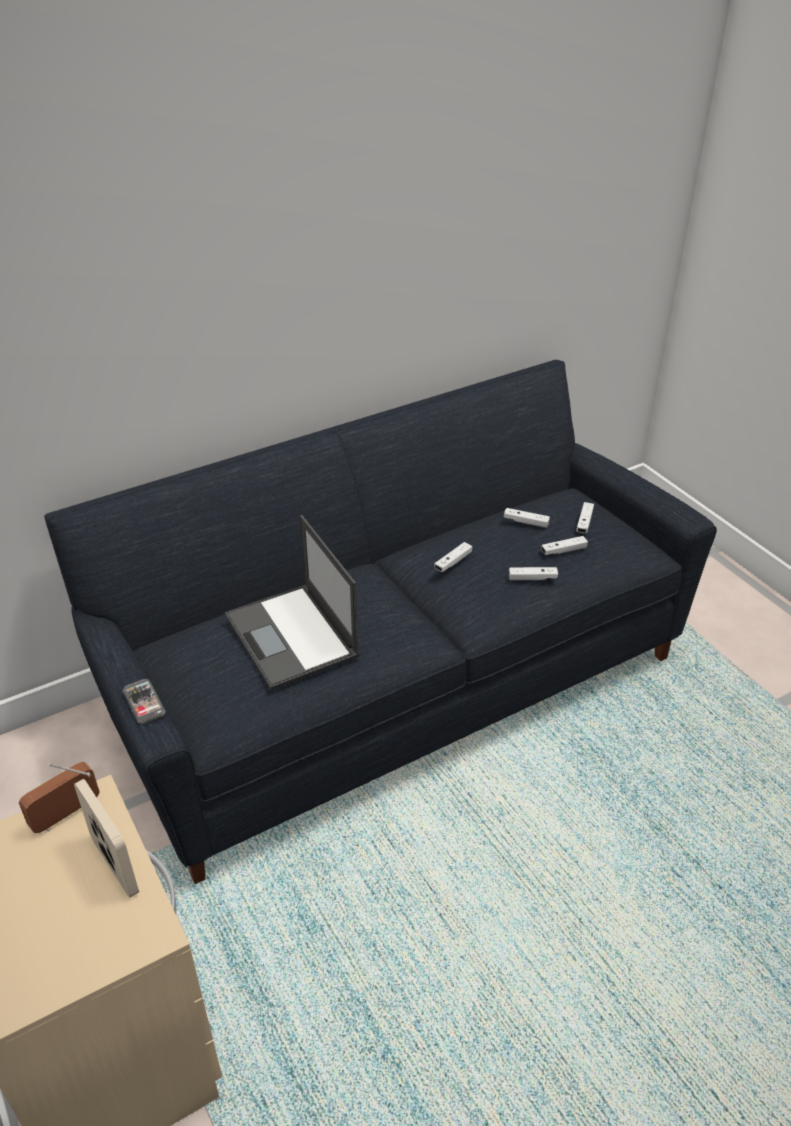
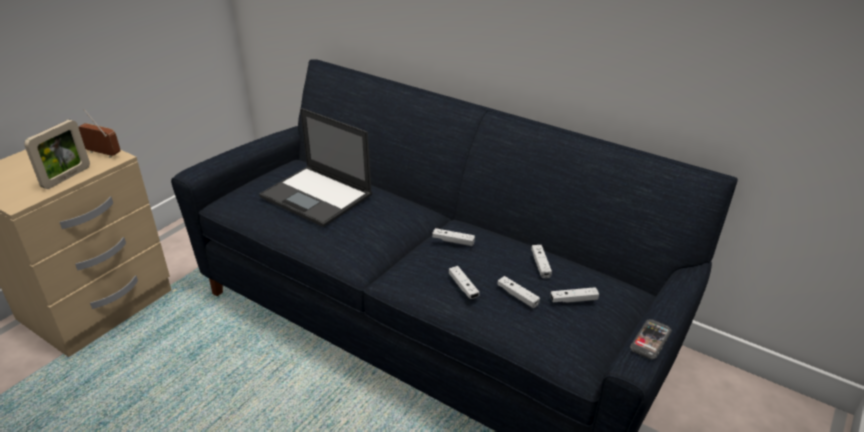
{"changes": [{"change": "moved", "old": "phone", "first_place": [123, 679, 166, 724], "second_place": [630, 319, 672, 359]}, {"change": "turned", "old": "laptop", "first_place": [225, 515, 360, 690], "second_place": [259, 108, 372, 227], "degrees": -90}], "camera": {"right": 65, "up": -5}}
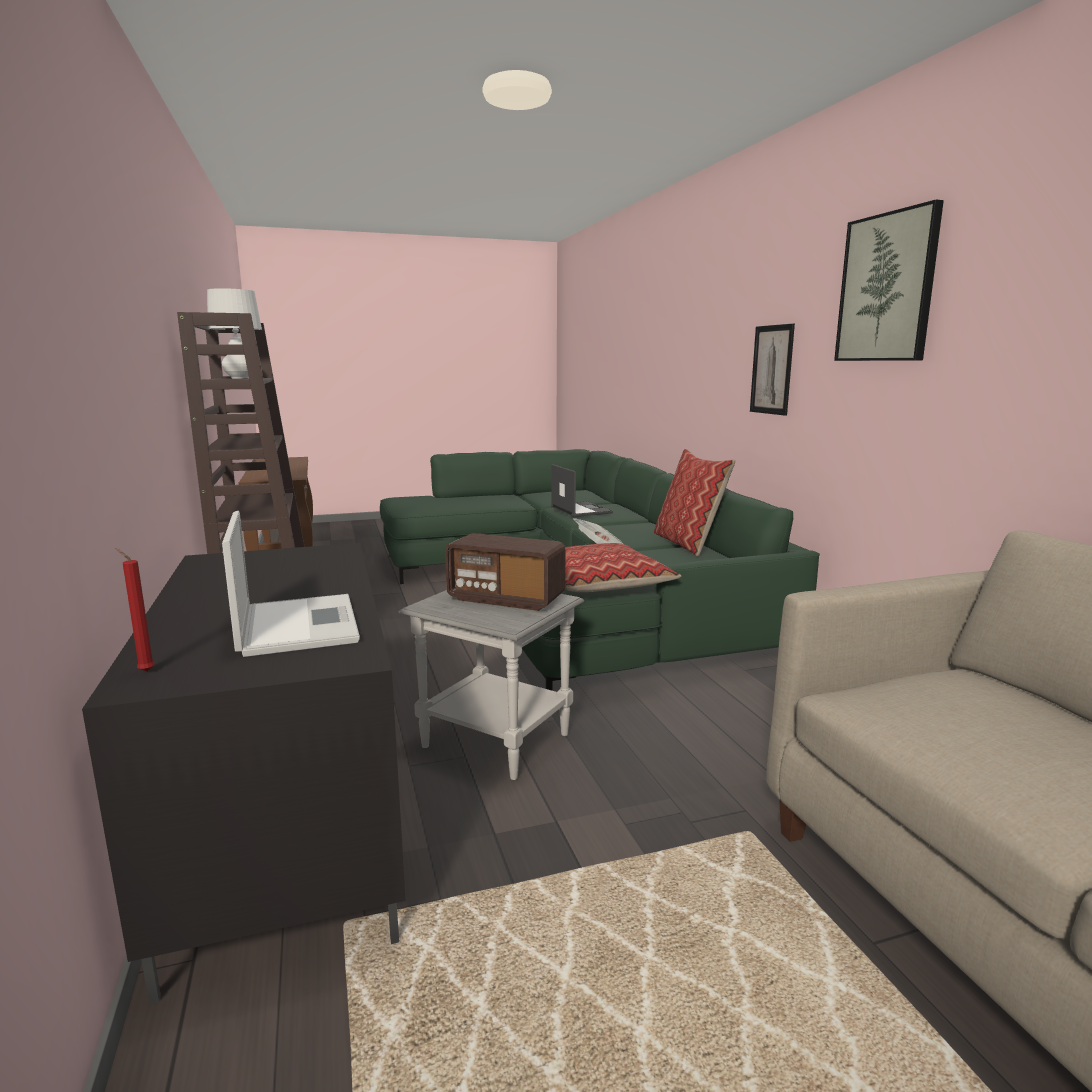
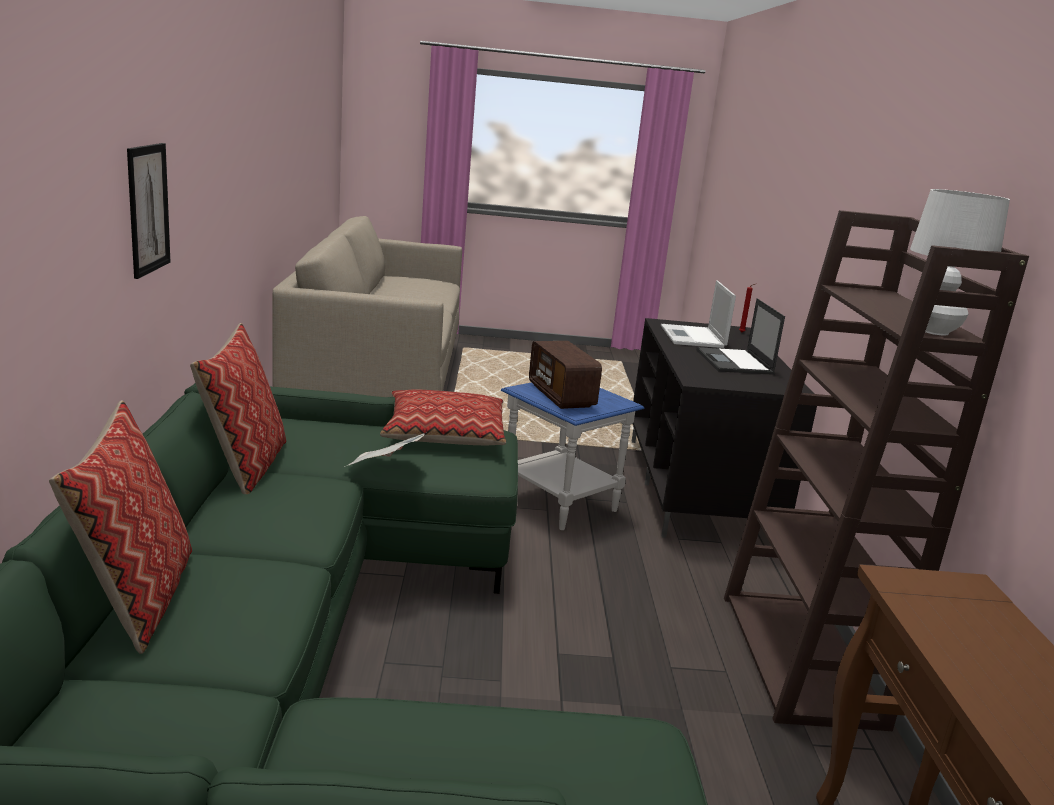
{"changes": [{"change": "removed", "old": "picture", "first_place": [834, 200, 944, 361]}, {"change": "added", "new": "pillow", "second_place": [49, 400, 192, 654]}, {"change": "moved", "old": "laptop", "first_place": [551, 464, 613, 517], "second_place": [696, 298, 785, 375]}, {"change": "recoloured", "old": "side table (grey)", "new": "side table (blue)", "first_place": [399, 590, 584, 780], "second_place": [501, 382, 645, 530]}, {"change": "turned", "old": "radio", "first_place": [445, 533, 566, 611], "second_place": [529, 341, 602, 409], "degrees": -150}], "camera": {"right": -165, "up": 5}}
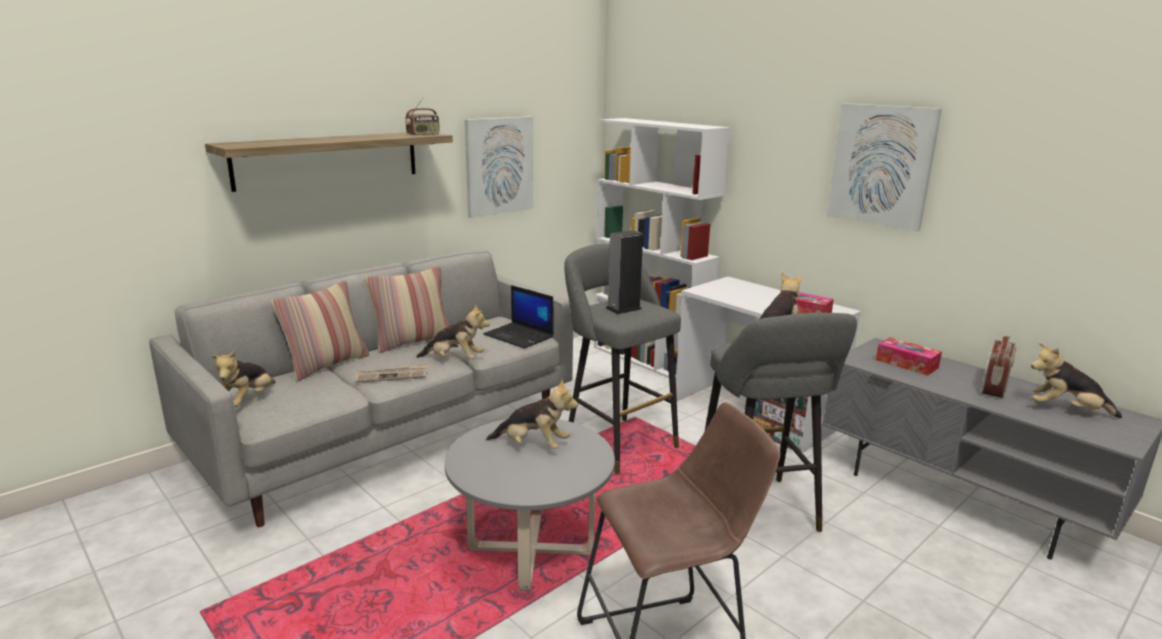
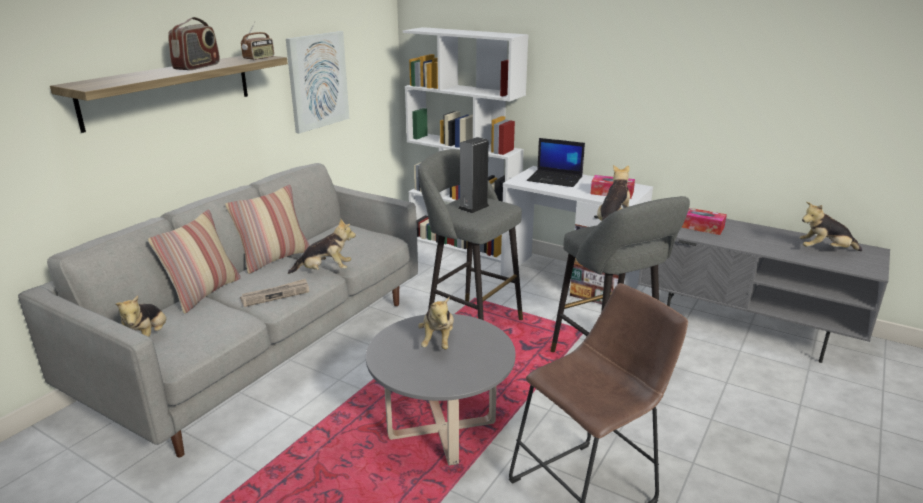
{"changes": [{"change": "removed", "old": "picture", "first_place": [827, 103, 942, 231]}, {"change": "moved", "old": "laptop", "first_place": [483, 285, 554, 348], "second_place": [527, 138, 585, 187]}, {"change": "moved", "old": "radio", "first_place": [982, 336, 1016, 398], "second_place": [168, 17, 220, 70]}, {"change": "turned", "old": "plush toy", "first_place": [486, 379, 578, 449], "second_place": [418, 297, 454, 350], "degrees": 90}], "camera": {"right": -15, "up": 5}}
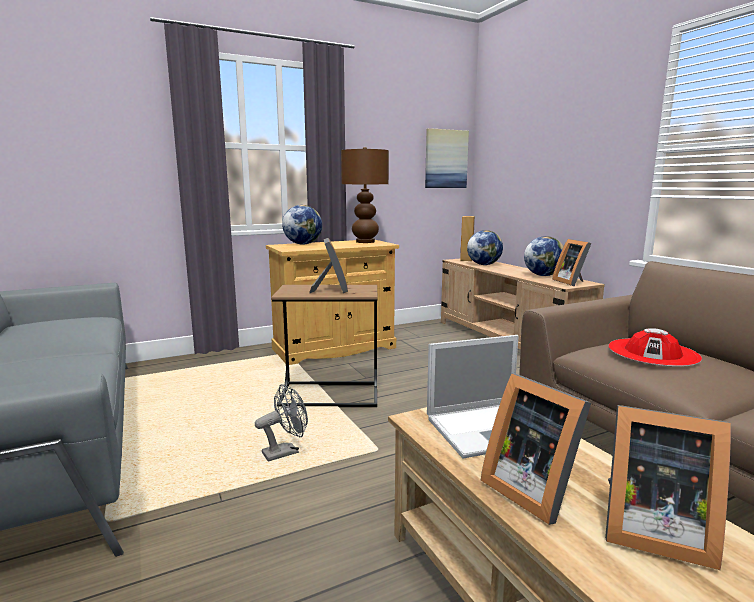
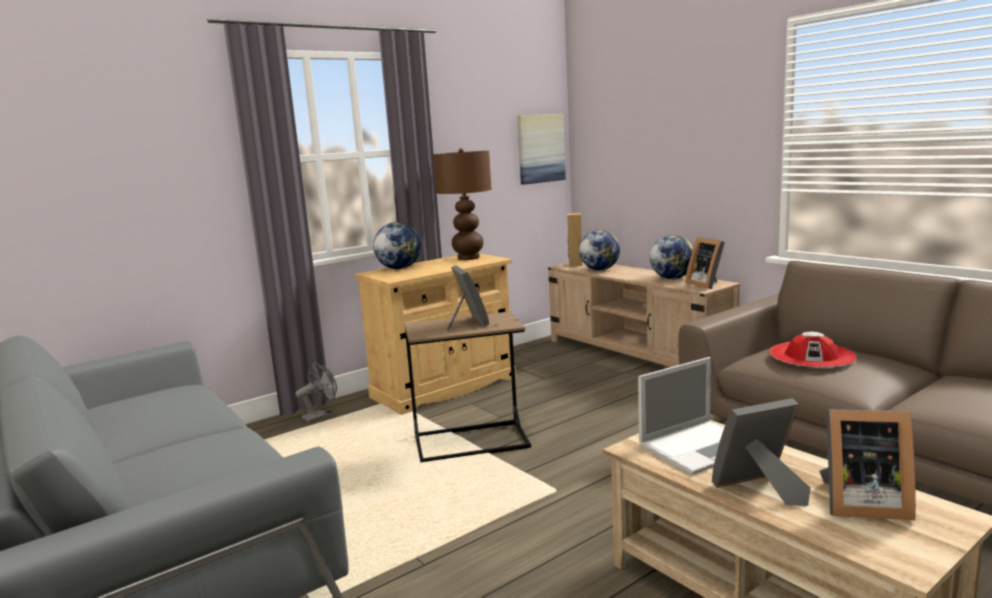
{"changes": [{"change": "moved", "old": "fan (grey)", "first_place": [255, 384, 308, 462], "second_place": [295, 362, 337, 423]}, {"change": "turned", "old": "picture frame", "first_place": [481, 373, 591, 525], "second_place": [712, 398, 811, 506], "degrees": 120}], "camera": {"right": -10, "up": 0}}
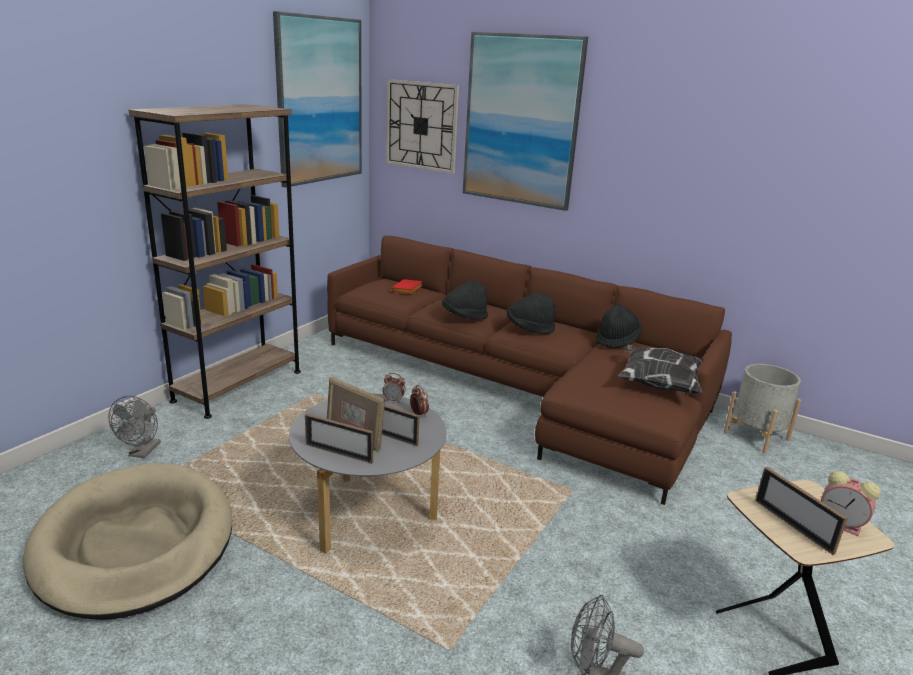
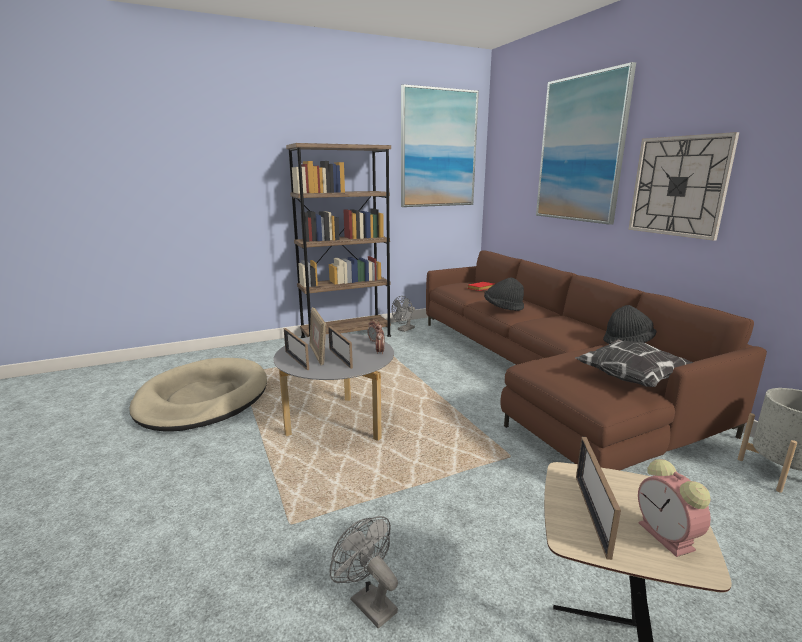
{"changes": [{"change": "removed", "old": "hat (black)", "first_place": [507, 292, 555, 334]}, {"change": "moved", "old": "fan (grey)", "first_place": [108, 396, 161, 458], "second_place": [392, 296, 415, 332]}, {"change": "moved", "old": "wall clock", "first_place": [386, 79, 459, 174], "second_place": [628, 132, 739, 241]}], "camera": {"right": 35, "up": -5}}
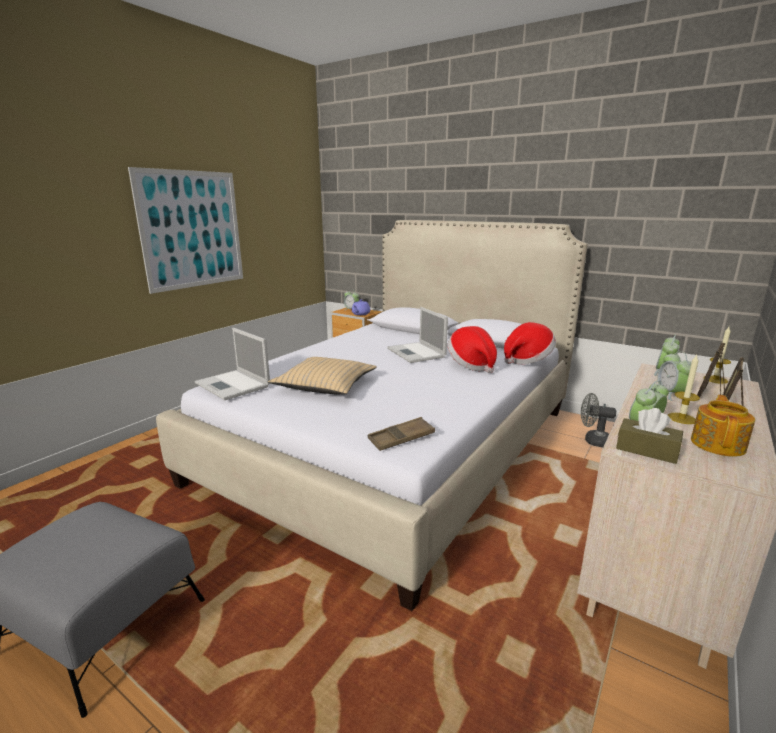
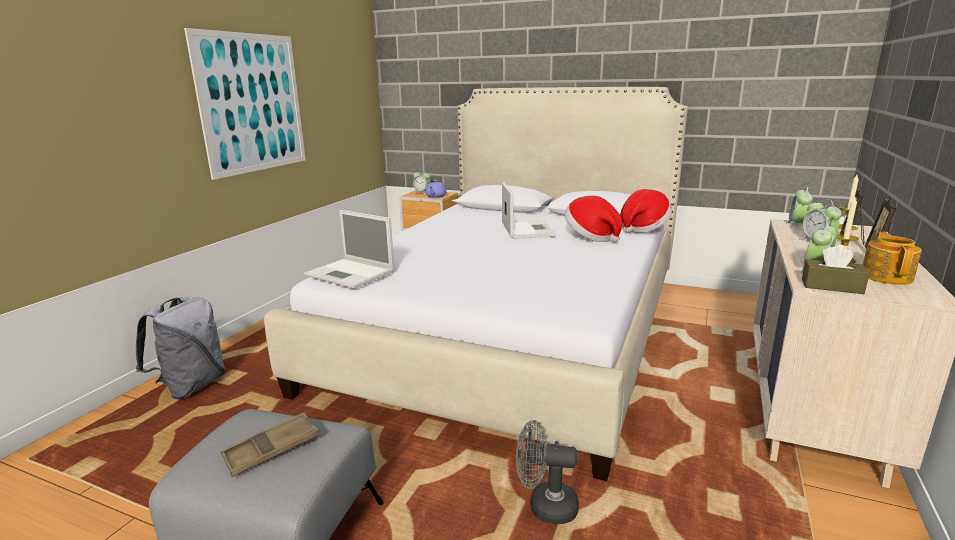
{"changes": [{"change": "removed", "old": "pillow (beige)", "first_place": [268, 357, 377, 395]}, {"change": "added", "new": "backpack (grey)", "second_place": [136, 297, 226, 399]}, {"change": "moved", "old": "tray (brown)", "first_place": [368, 417, 435, 451], "second_place": [221, 412, 319, 477]}, {"change": "moved", "old": "fan (grey)", "first_place": [581, 393, 616, 447], "second_place": [516, 420, 579, 524]}, {"change": "turned", "old": "laptop", "first_place": [387, 307, 448, 363], "second_place": [502, 182, 556, 239], "degrees": -150}], "camera": {"right": -10, "up": 0}}
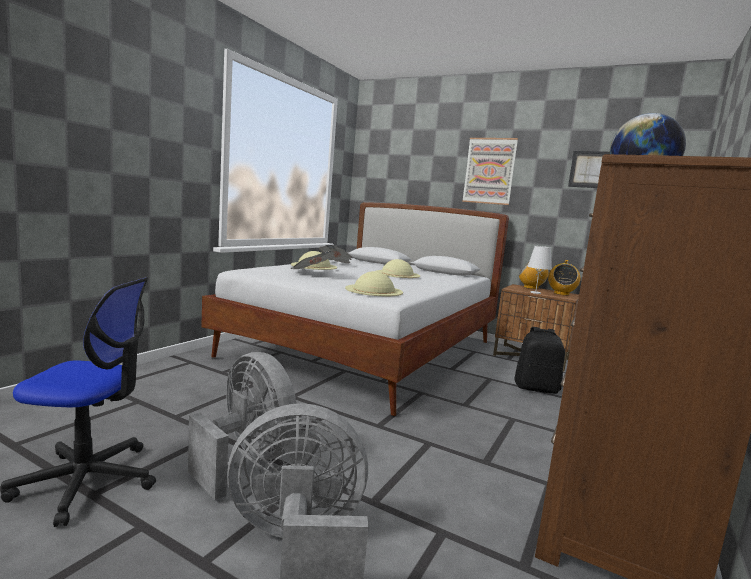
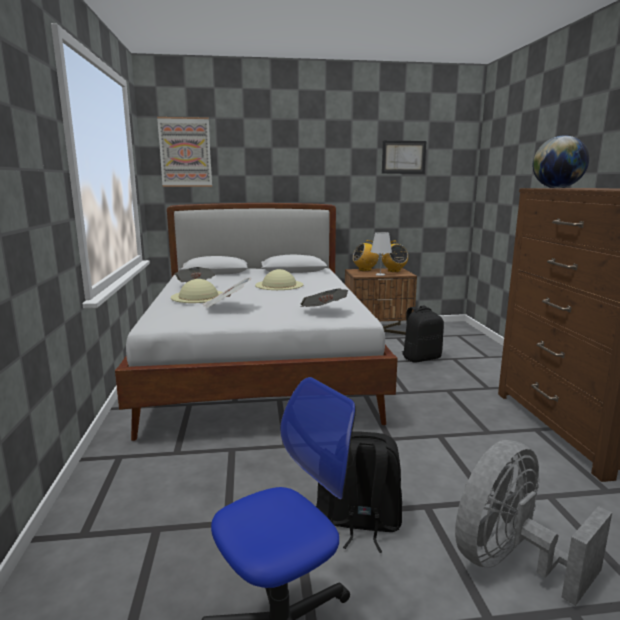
{"changes": [{"change": "moved", "old": "picture", "first_place": [462, 138, 518, 205], "second_place": [157, 117, 212, 187]}, {"change": "replaced", "old": "fan (grey)", "new": "backpack (black)", "first_place": [188, 352, 297, 500], "second_place": [330, 431, 402, 553]}, {"change": "replaced", "old": "hat (beige)", "new": "newspaper", "first_place": [345, 271, 403, 296], "second_place": [300, 289, 348, 307]}], "camera": {"right": -35, "up": 5}}
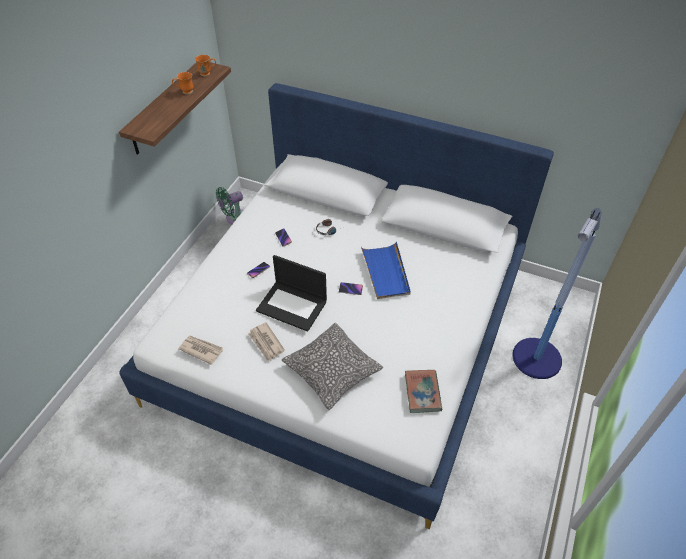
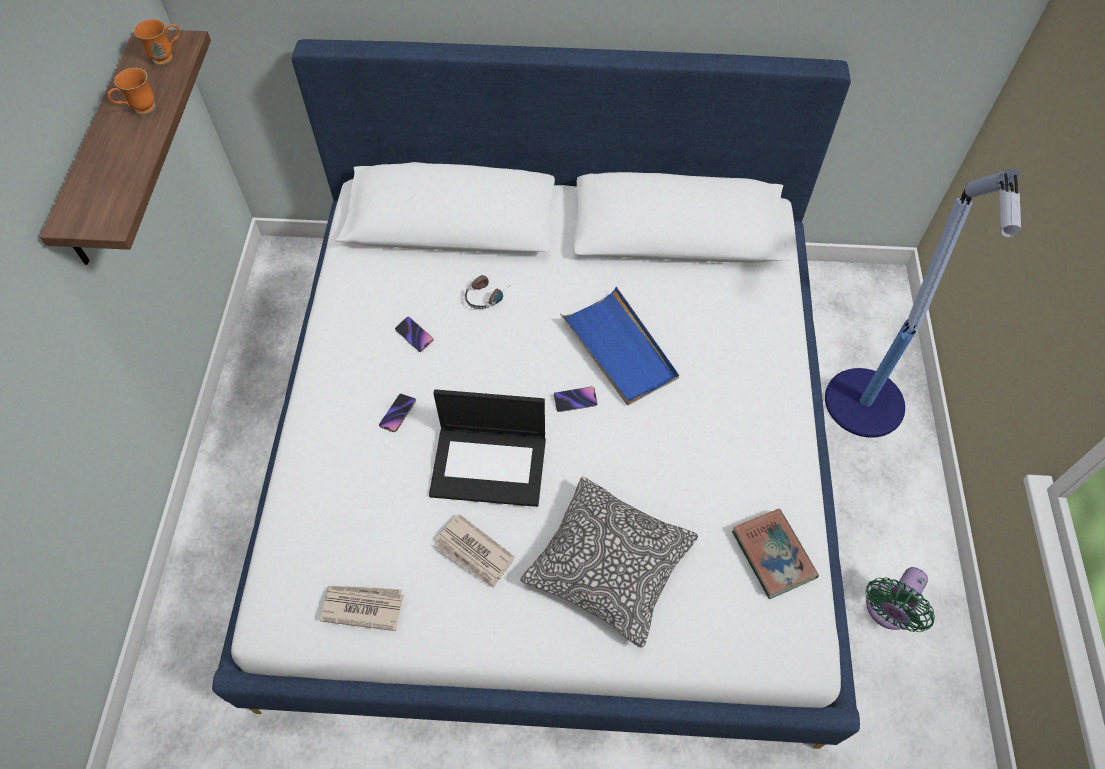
{"changes": [{"change": "moved", "old": "fan (green)", "first_place": [216, 187, 243, 224], "second_place": [865, 567, 935, 632]}], "camera": {"right": -20, "up": 10}}
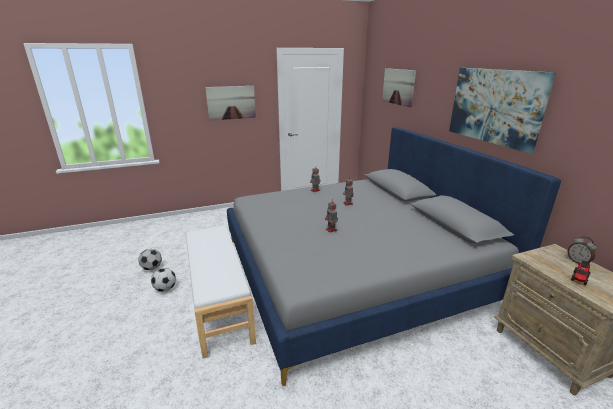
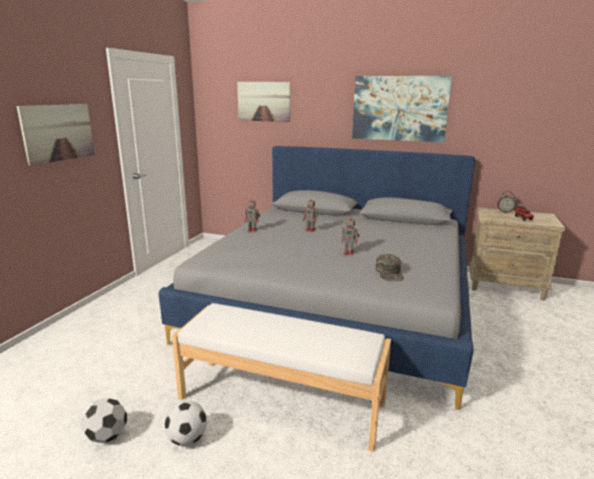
{"changes": [{"change": "added", "new": "cap (green)", "second_place": [376, 254, 404, 280]}], "camera": {"right": -50, "up": -5}}
